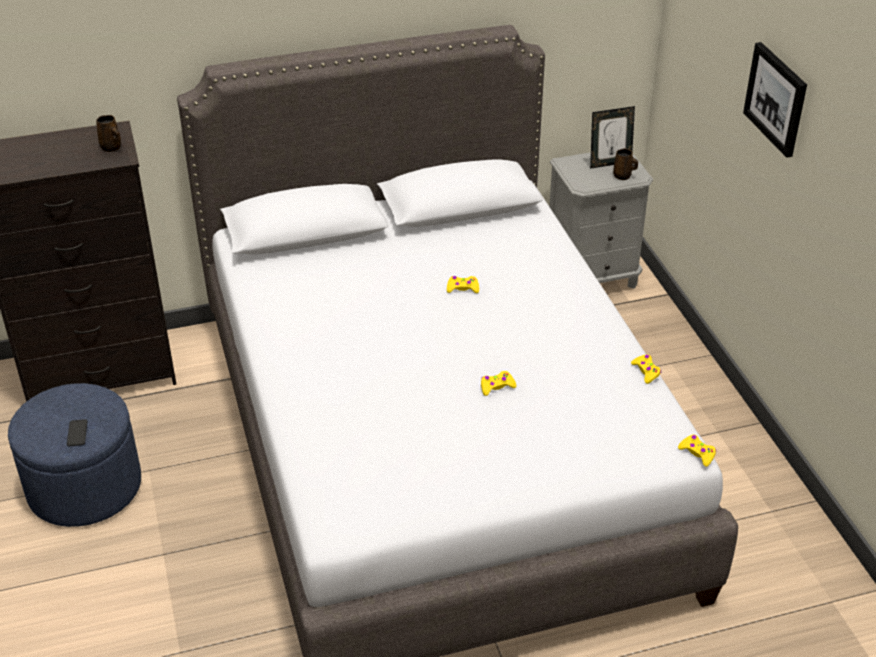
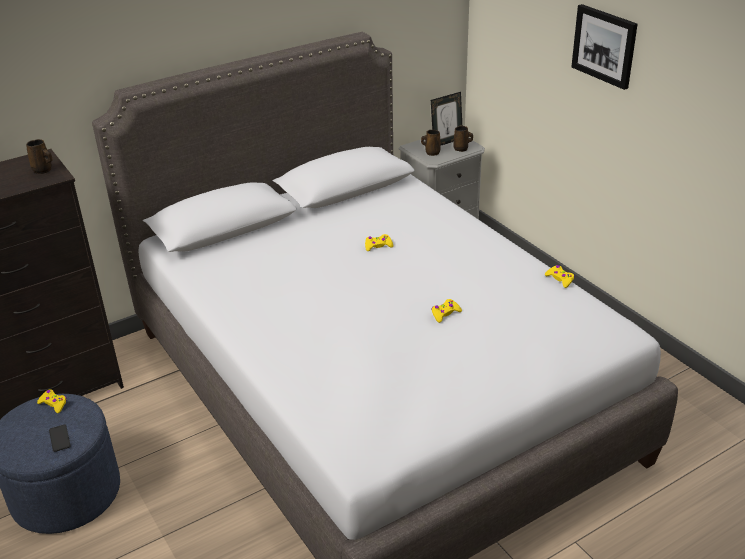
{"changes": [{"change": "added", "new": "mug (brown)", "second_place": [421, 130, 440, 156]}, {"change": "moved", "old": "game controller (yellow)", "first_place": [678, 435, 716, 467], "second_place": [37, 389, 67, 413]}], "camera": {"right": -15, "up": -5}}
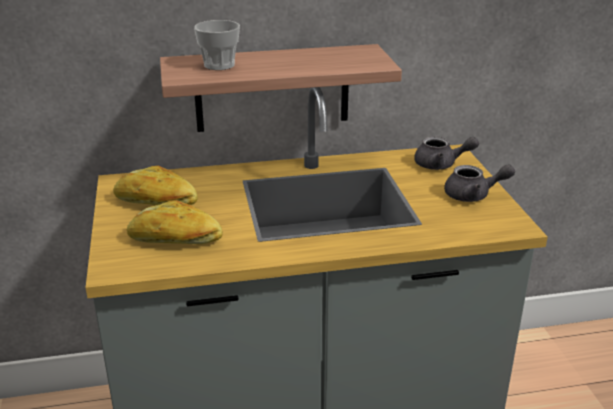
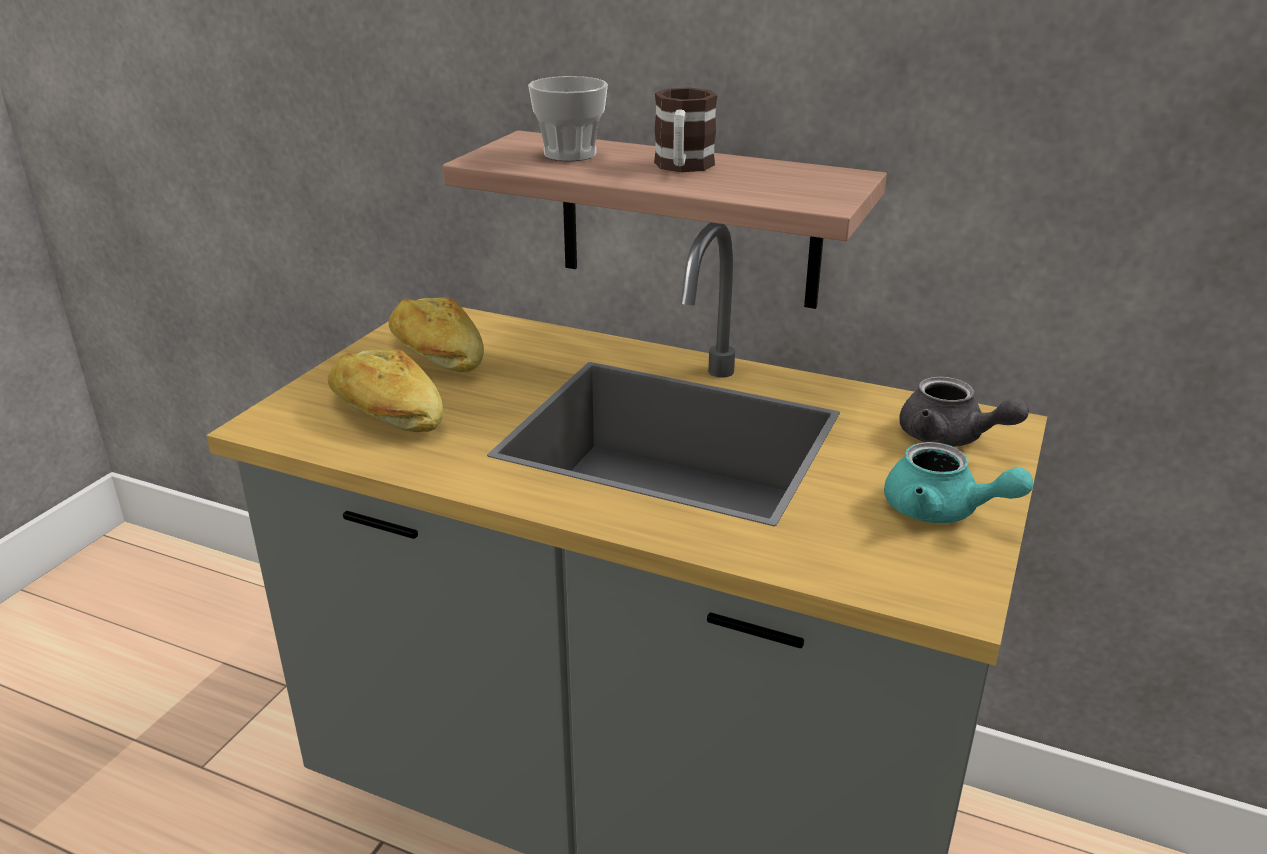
{"changes": [{"change": "added", "new": "mug", "second_place": [654, 87, 718, 172]}, {"change": "recoloured", "old": "teapot (grey)", "new": "teapot (turquoise)", "first_place": [444, 164, 515, 202], "second_place": [884, 442, 1033, 524]}], "camera": {"right": 35, "up": 0}}
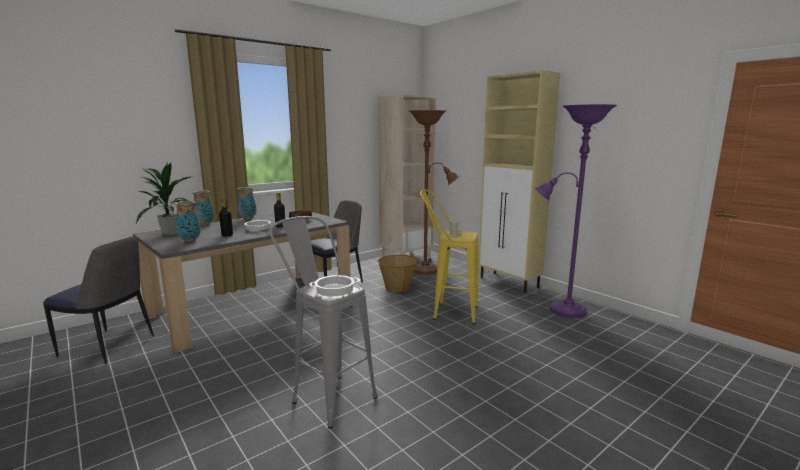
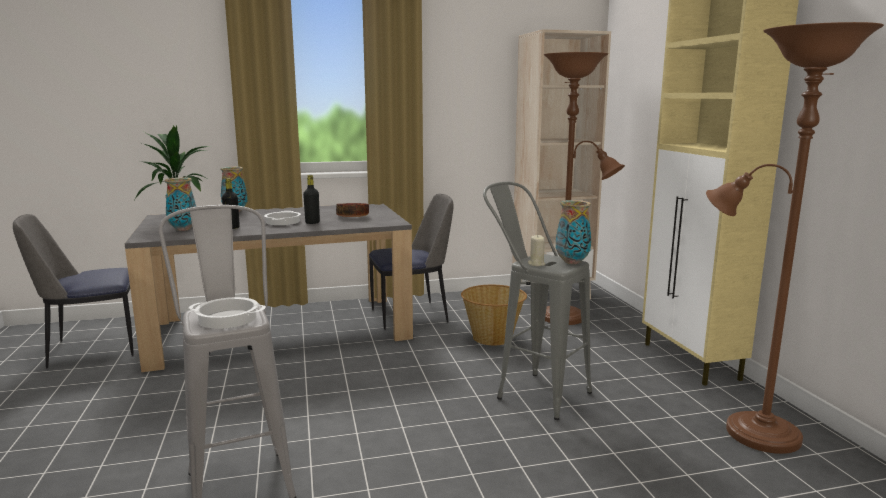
{"changes": [{"change": "moved", "old": "vase", "first_place": [237, 187, 257, 220], "second_place": [556, 200, 591, 264]}, {"change": "recoloured", "old": "stool (yellow)", "new": "stool (grey)", "first_place": [420, 189, 478, 324], "second_place": [483, 182, 592, 420]}, {"change": "recoloured", "old": "floor lamp (purple)", "new": "floor lamp (brown)", "first_place": [535, 104, 617, 318], "second_place": [706, 22, 884, 454]}, {"change": "turned", "old": "chair", "first_place": [43, 236, 154, 364], "second_place": [13, 214, 134, 368], "degrees": 120}], "camera": {"right": 25, "up": 0}}
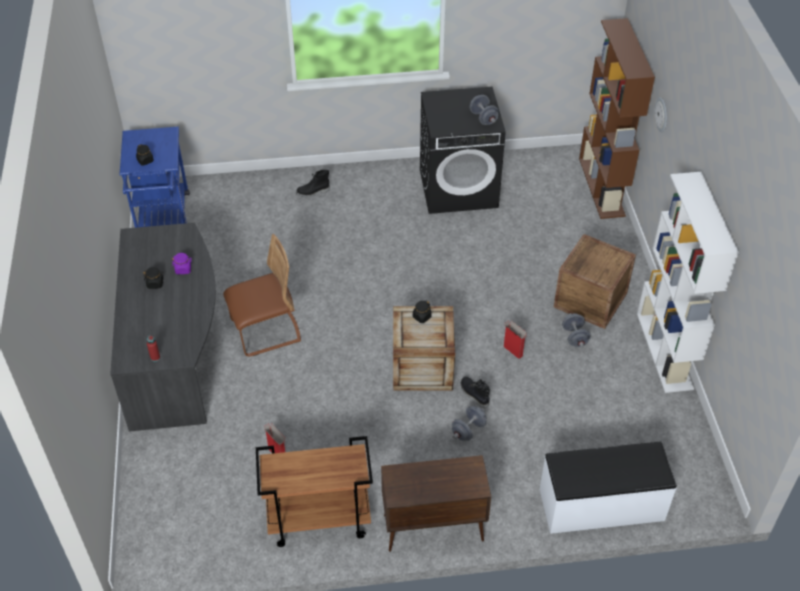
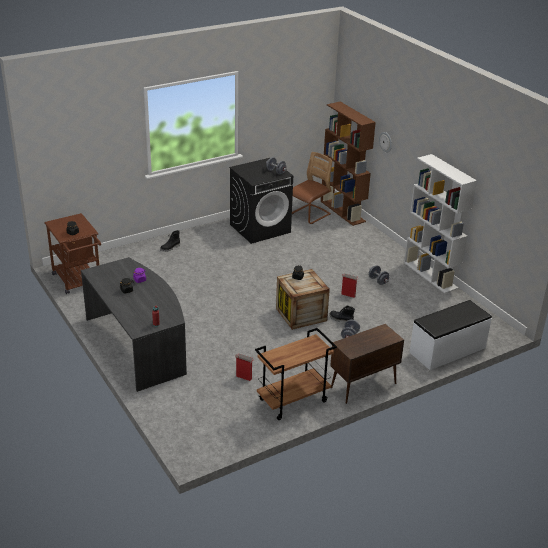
{"changes": [{"change": "removed", "old": "crate", "first_place": [554, 234, 636, 329]}, {"change": "moved", "old": "chair (brown)", "first_place": [223, 234, 301, 356], "second_place": [292, 152, 333, 224]}, {"change": "recoloured", "old": "cart (blue)", "new": "cart (brown)", "first_place": [120, 127, 190, 228], "second_place": [44, 213, 101, 294]}], "camera": {"right": -25, "up": -15}}
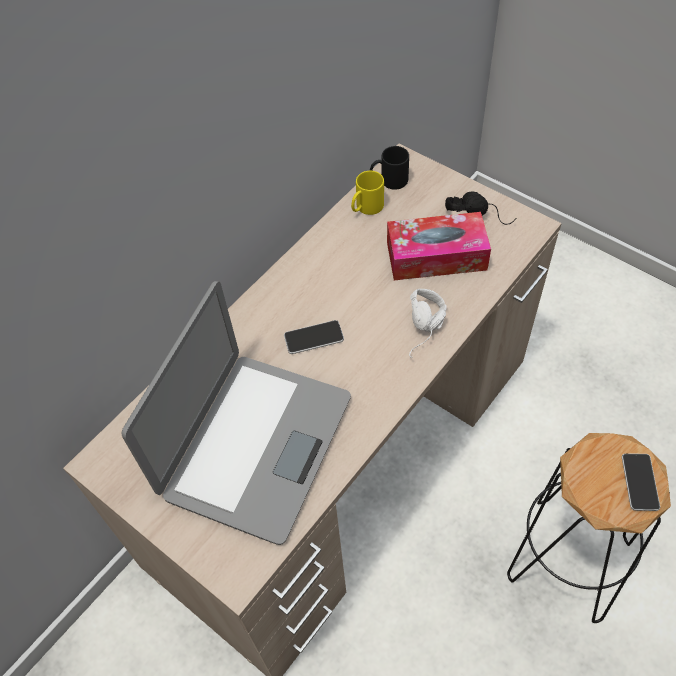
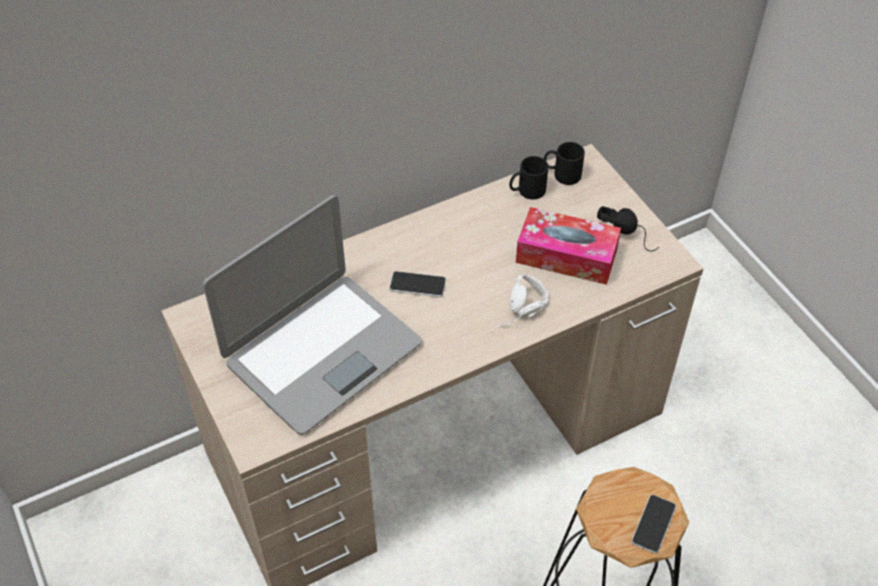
{"changes": [{"change": "recoloured", "old": "mug (yellow)", "new": "mug (black)", "first_place": [351, 171, 384, 215], "second_place": [509, 156, 548, 199]}], "camera": {"right": 20, "up": -5}}
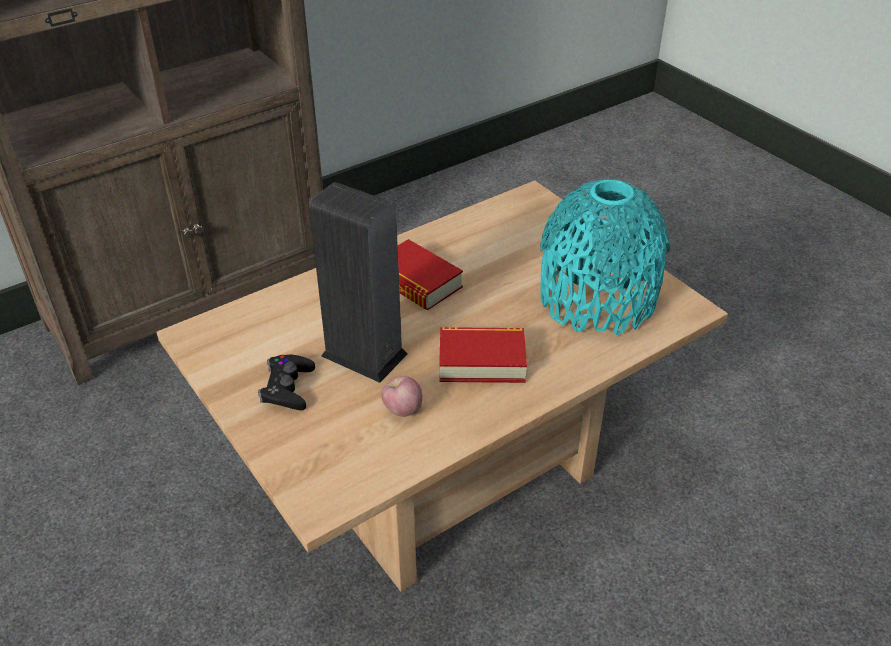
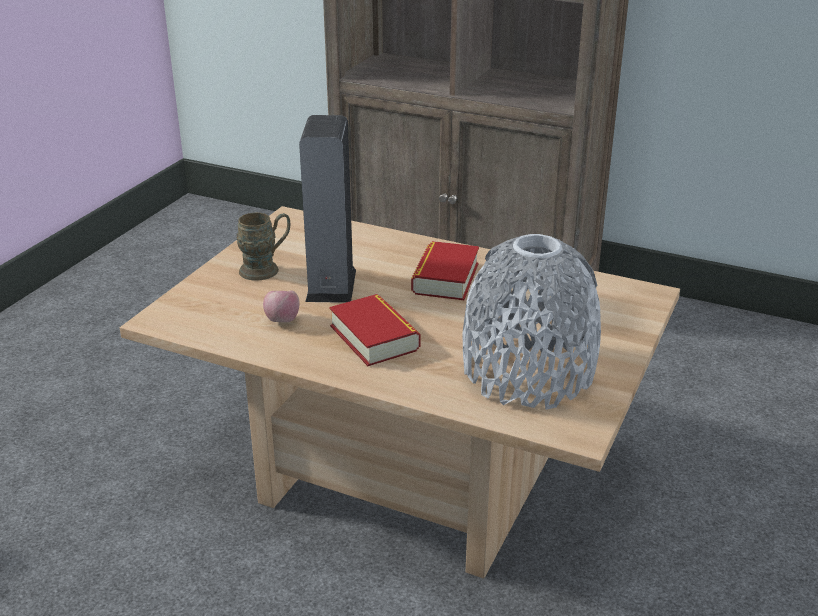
{"changes": [{"change": "replaced", "old": "game controller (black)", "new": "mug (brown)", "first_place": [258, 354, 315, 410], "second_place": [236, 213, 290, 281]}, {"change": "recoloured", "old": "vase (turquoise)", "new": "vase (grey)", "first_place": [540, 179, 670, 335], "second_place": [463, 234, 601, 410]}], "camera": {"right": 60, "up": -10}}
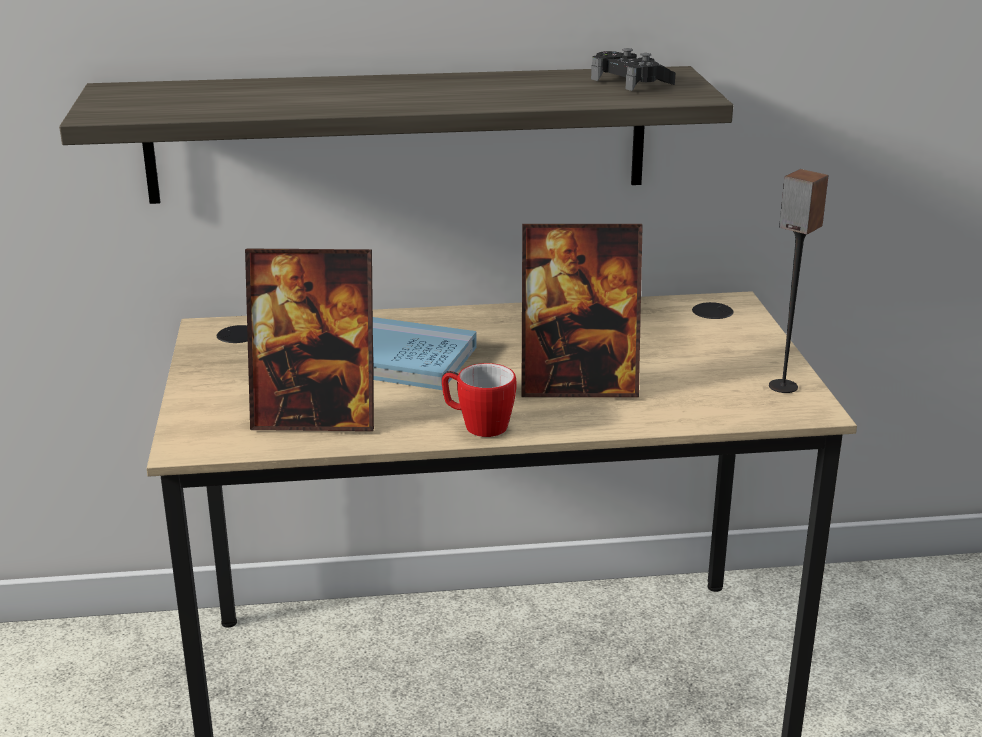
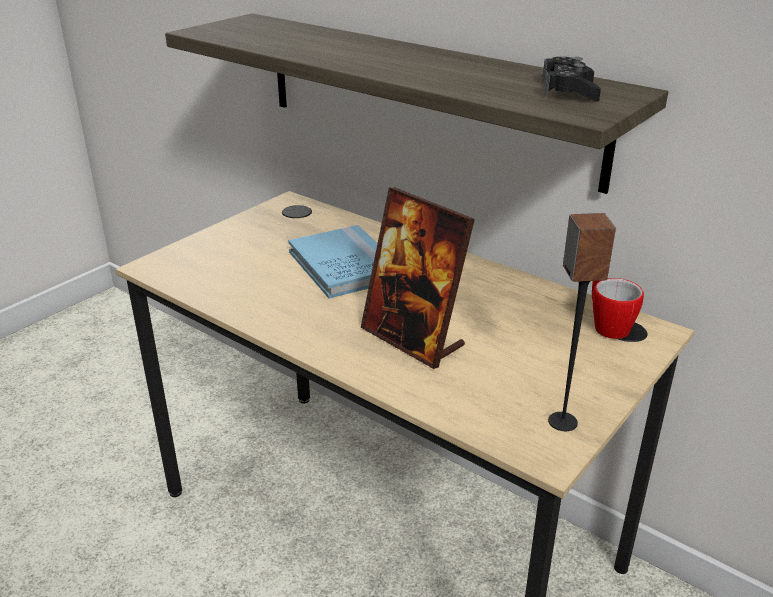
{"changes": [{"change": "removed", "old": "picture frame", "first_place": [245, 249, 374, 431]}, {"change": "moved", "old": "mug", "first_place": [442, 363, 516, 437], "second_place": [592, 278, 644, 339]}], "camera": {"right": 45, "up": 5}}
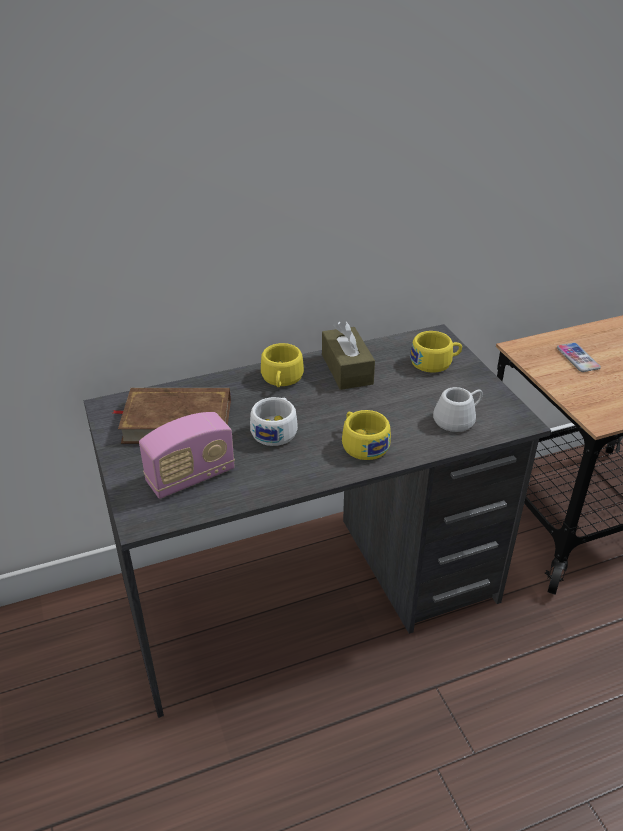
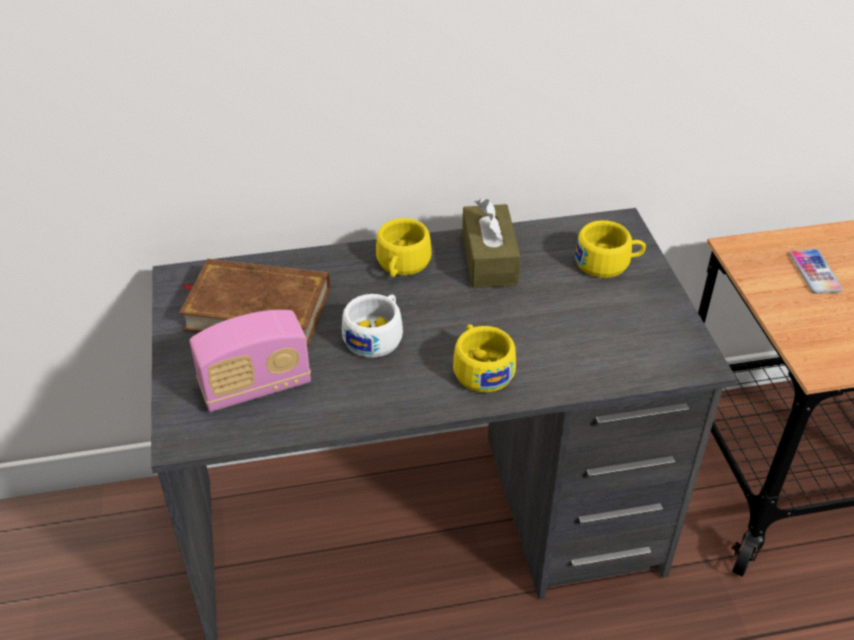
{"changes": [{"change": "removed", "old": "mug (white)", "first_place": [433, 387, 483, 432]}], "camera": {"right": 10, "up": 5}}
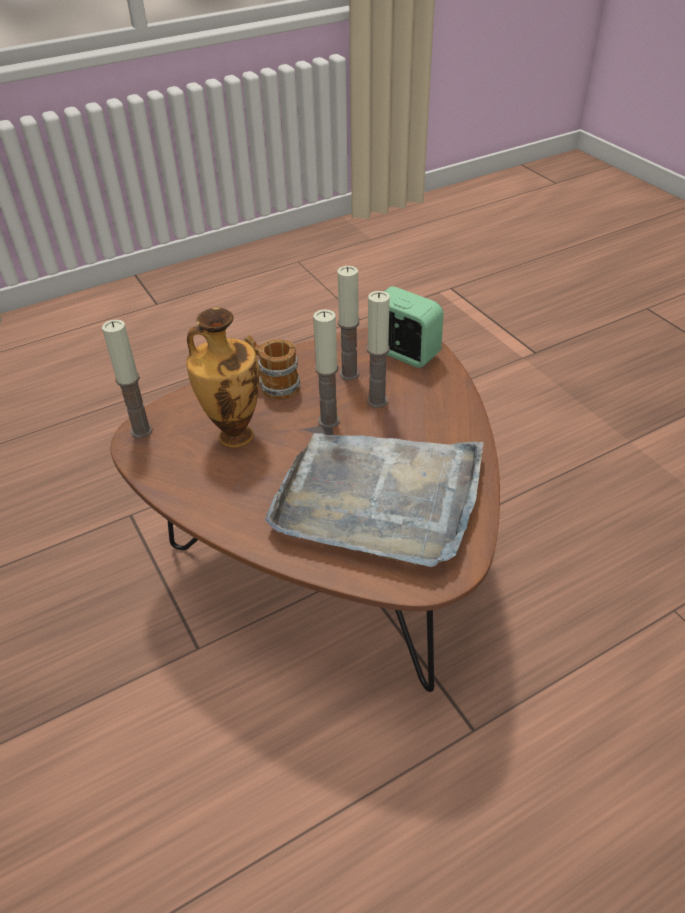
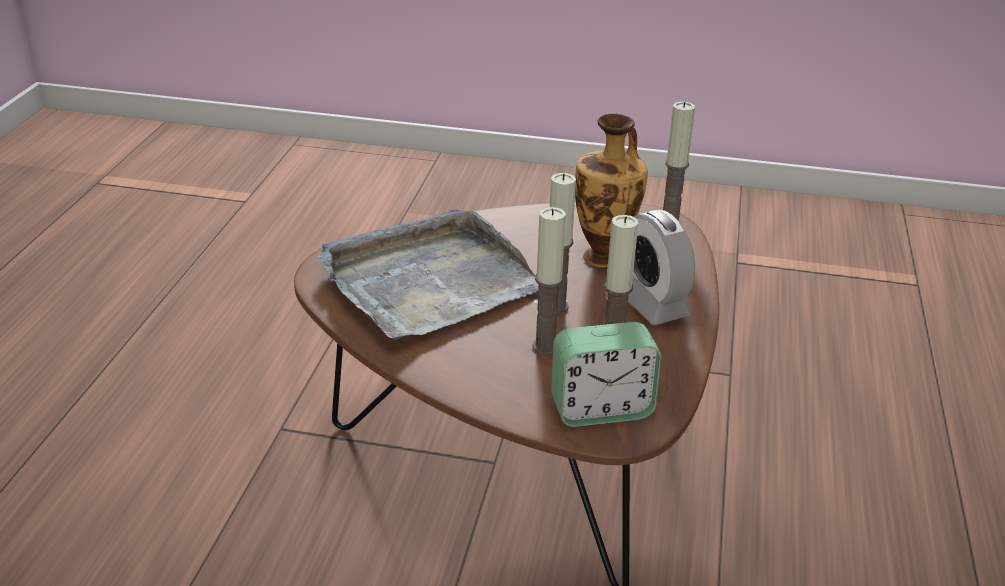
{"changes": [{"change": "replaced", "old": "mug", "new": "alarm clock", "first_place": [244, 335, 300, 400], "second_place": [628, 210, 695, 325]}], "camera": {"right": 130, "up": -10}}
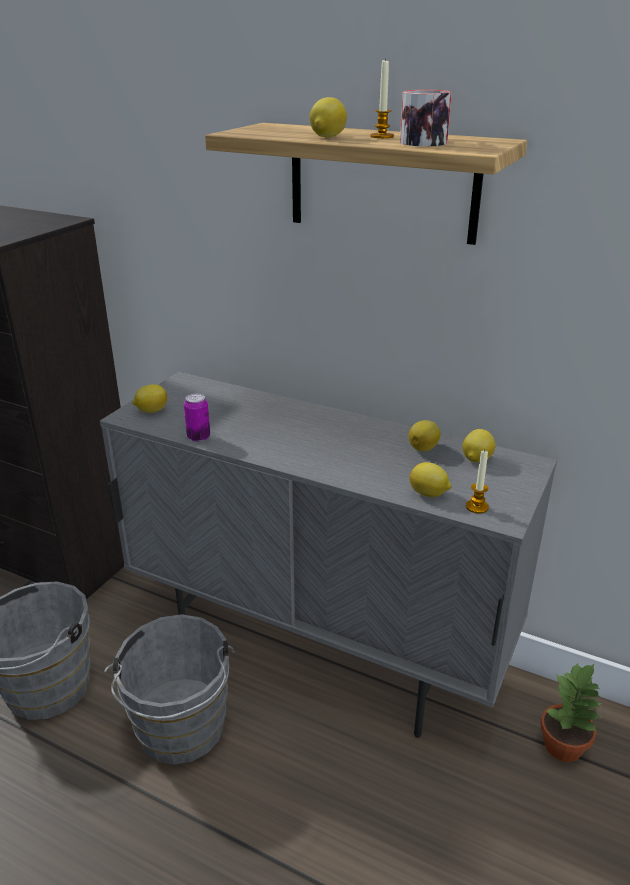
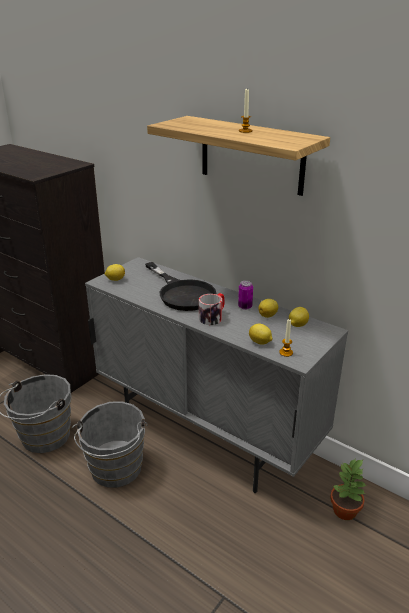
{"changes": [{"change": "removed", "old": "lemon", "first_place": [309, 97, 347, 137]}, {"change": "added", "new": "frying pan (black)", "second_place": [145, 262, 216, 311]}, {"change": "moved", "old": "can", "first_place": [184, 394, 210, 442], "second_place": [238, 281, 253, 310]}, {"change": "moved", "old": "mug", "first_place": [400, 90, 451, 147], "second_place": [199, 293, 225, 325]}], "camera": {"right": 10, "up": 0}}
